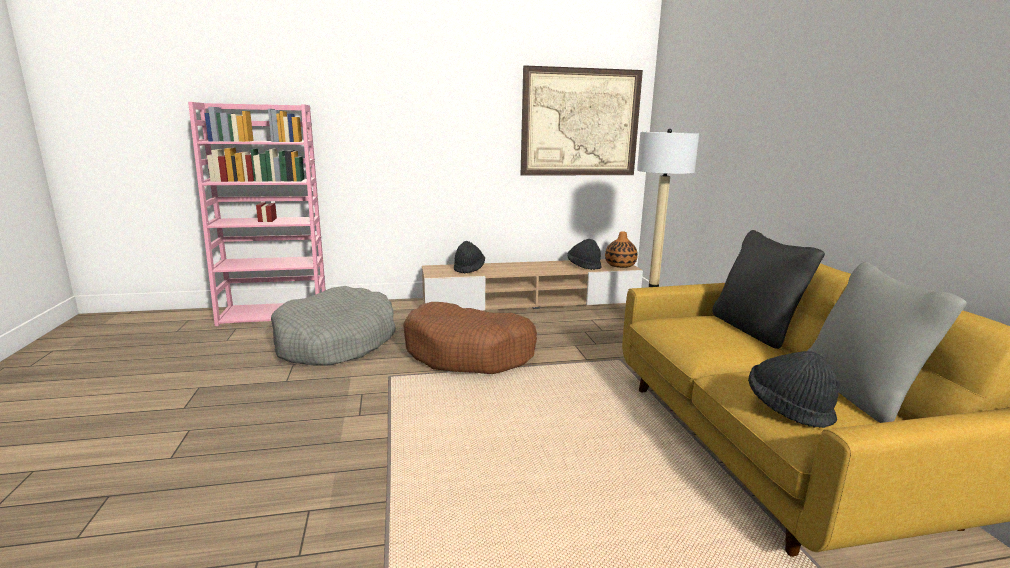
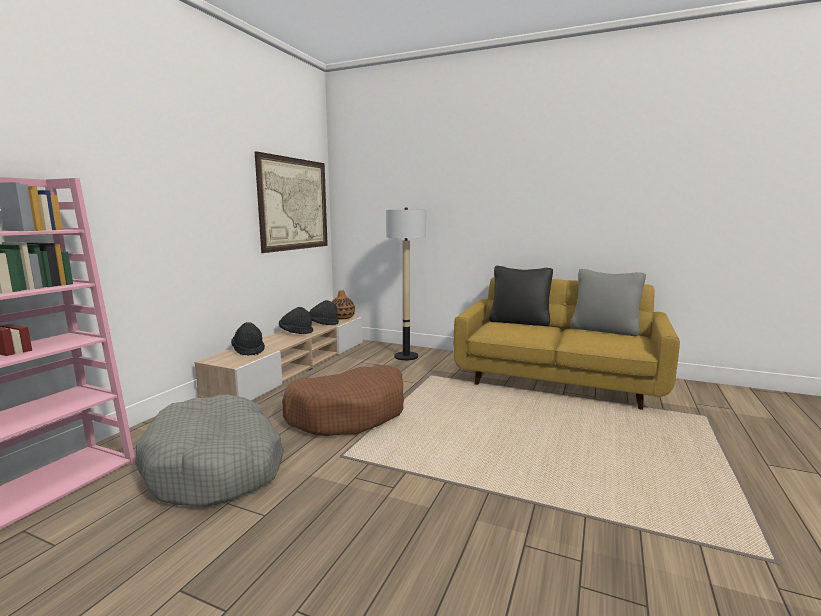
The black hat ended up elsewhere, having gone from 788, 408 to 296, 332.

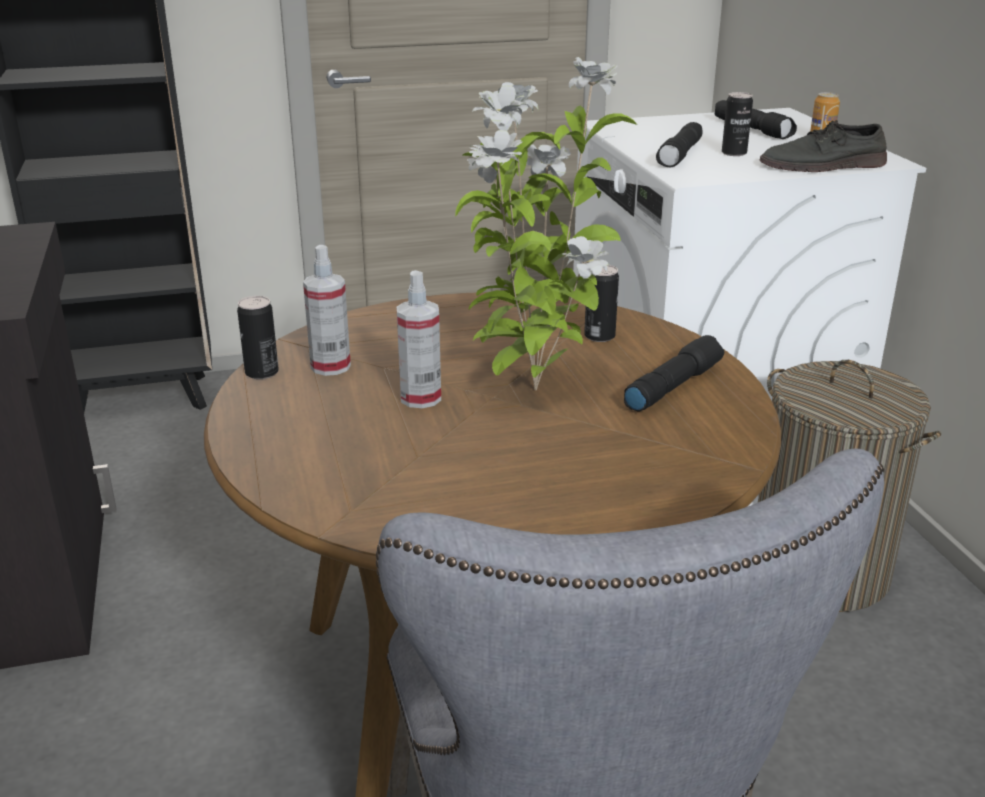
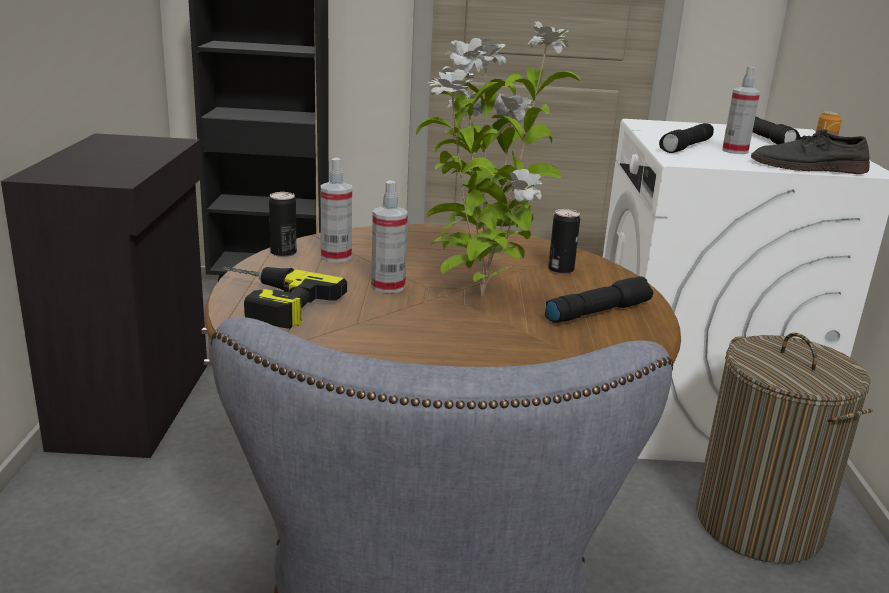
The second view gained the power drill at 265, 302.
Where the can stood at 734, 153, the spray bottle came to stand at 735, 151.

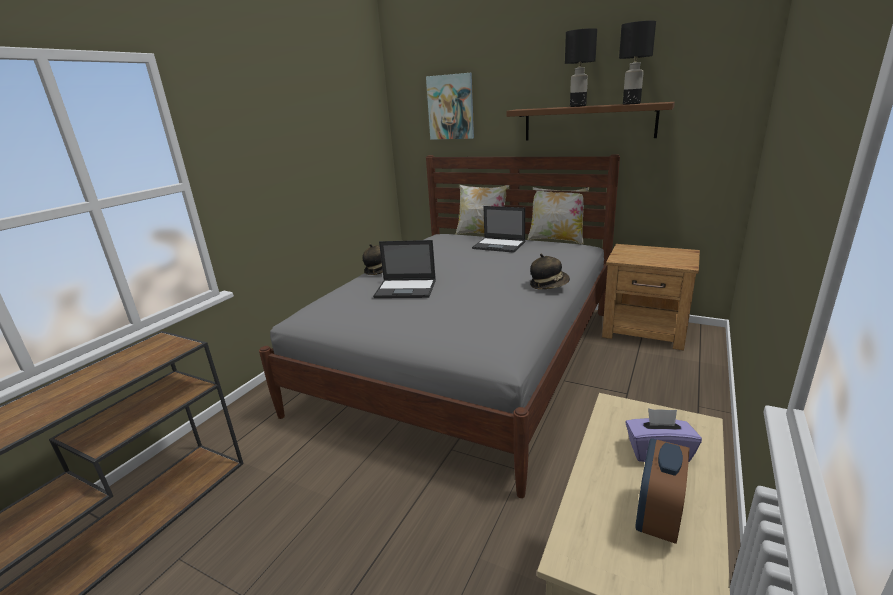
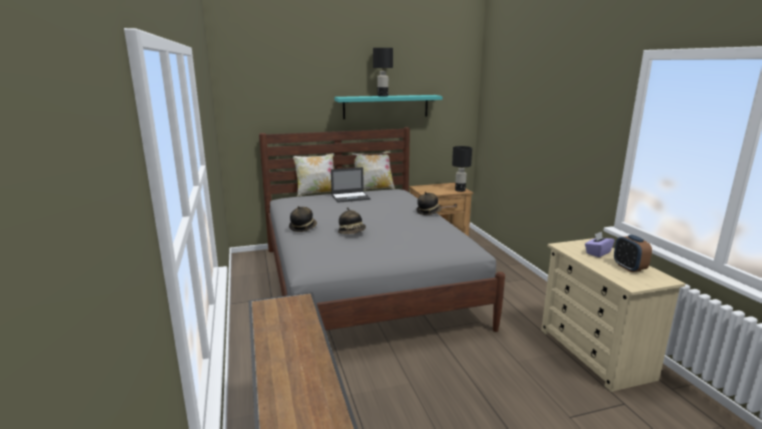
What was the brown shelf at 588, 122 turned into the turquoise shelf at 386, 106.
Where the laptop stood at 406, 289, the hat came to stand at 352, 233.
The black table lamp ended up elsewhere, having gone from 631, 104 to 460, 190.
The second view lost the picture at 451, 107.

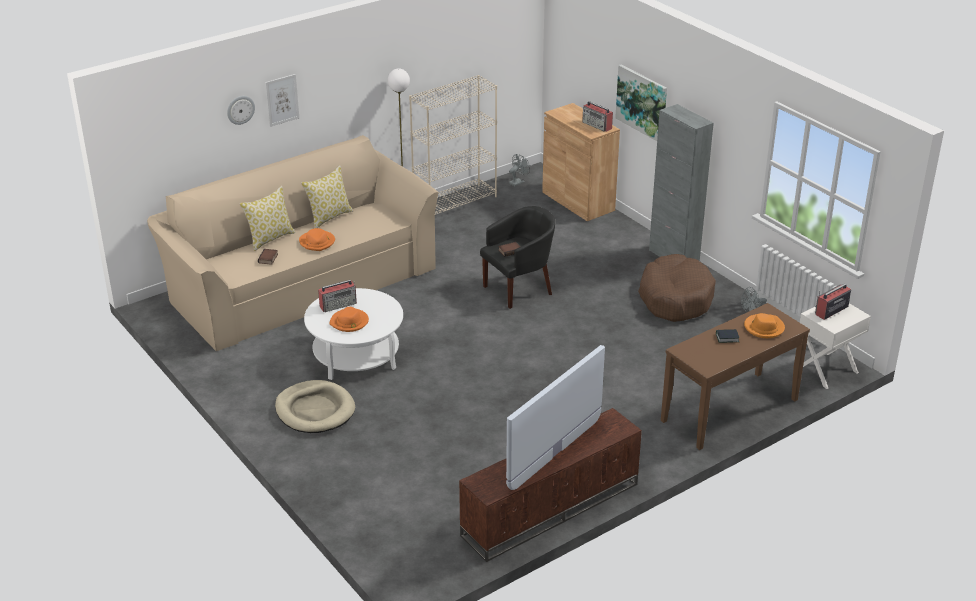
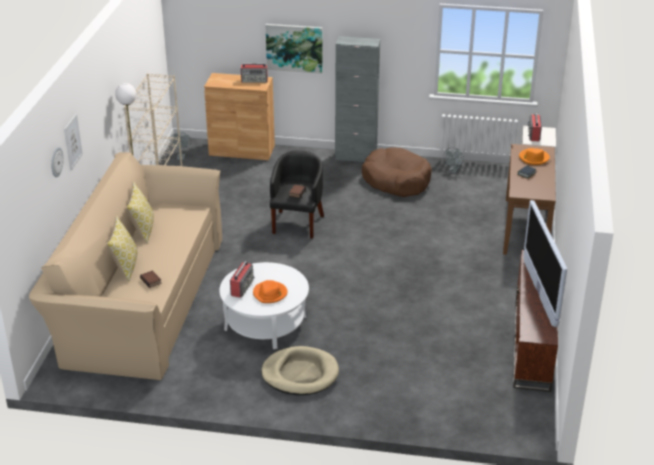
The second view lost the orange hat at 317, 242.

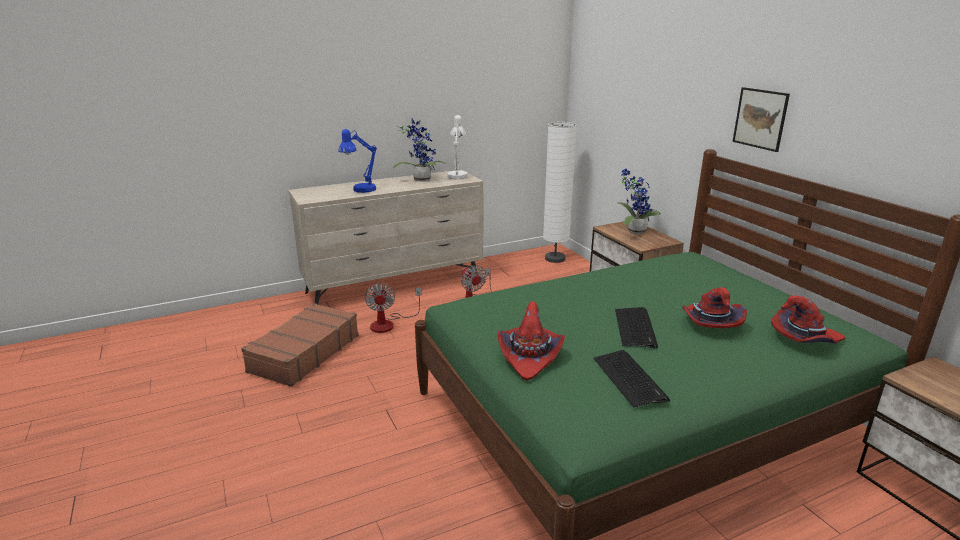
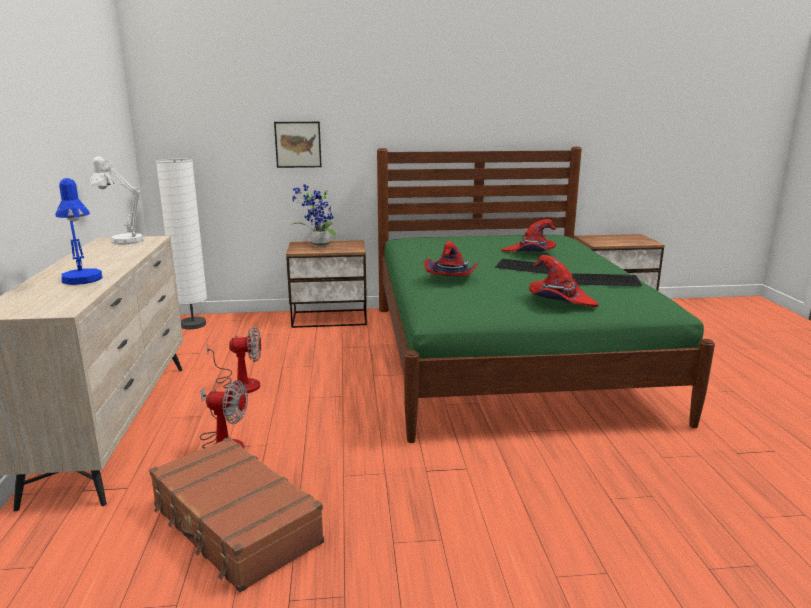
The picture ended up elsewhere, having gone from 760, 118 to 298, 144.
The red hat ended up elsewhere, having gone from 804, 338 to 451, 278.
The second view lost the potted plant at 421, 179.

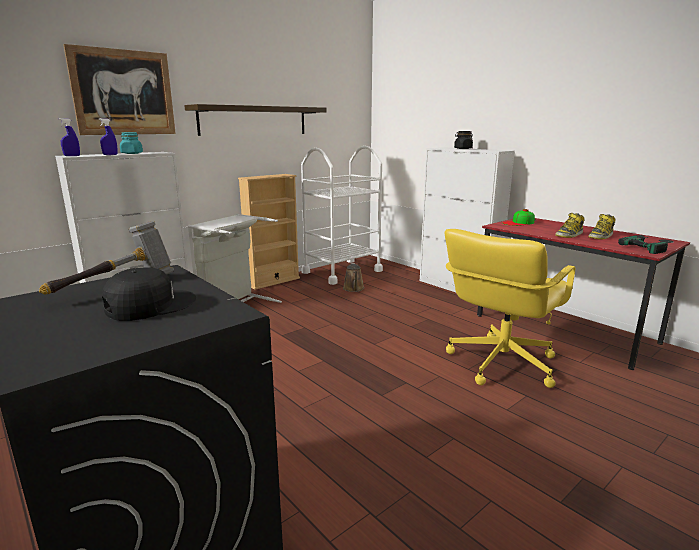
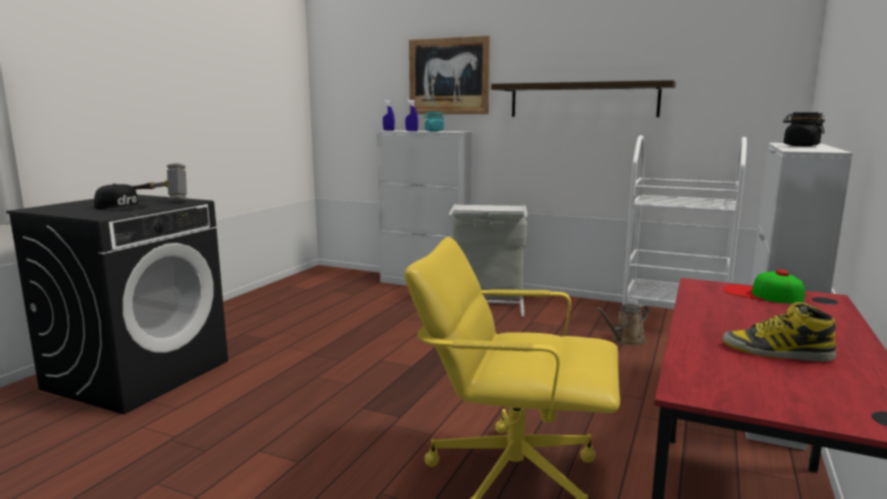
The second view lost the beige bookcase at 273, 281.
The second view lost the boot at 569, 235.
The second view lost the power drill at 648, 247.

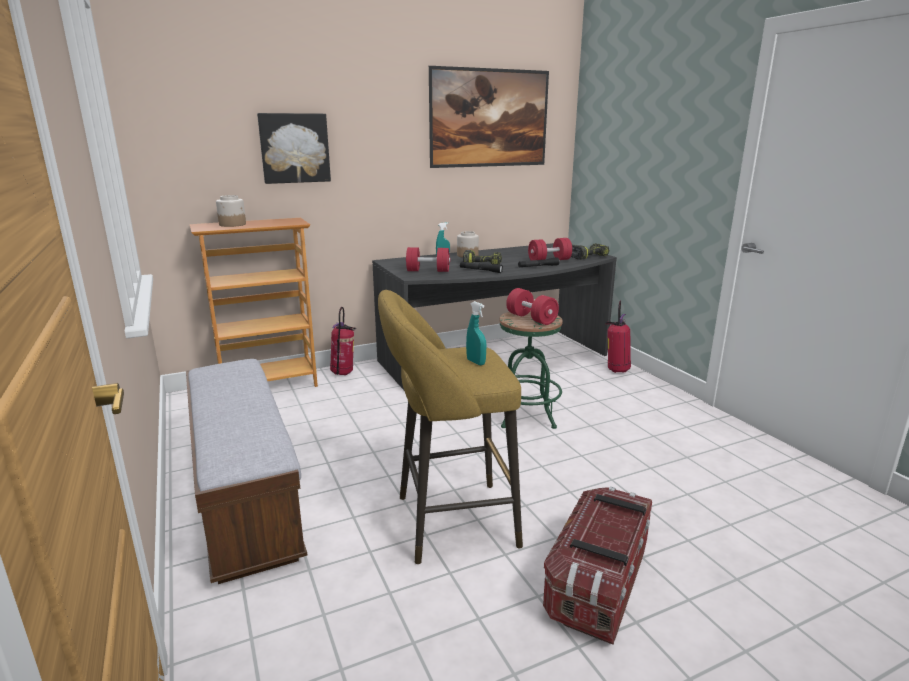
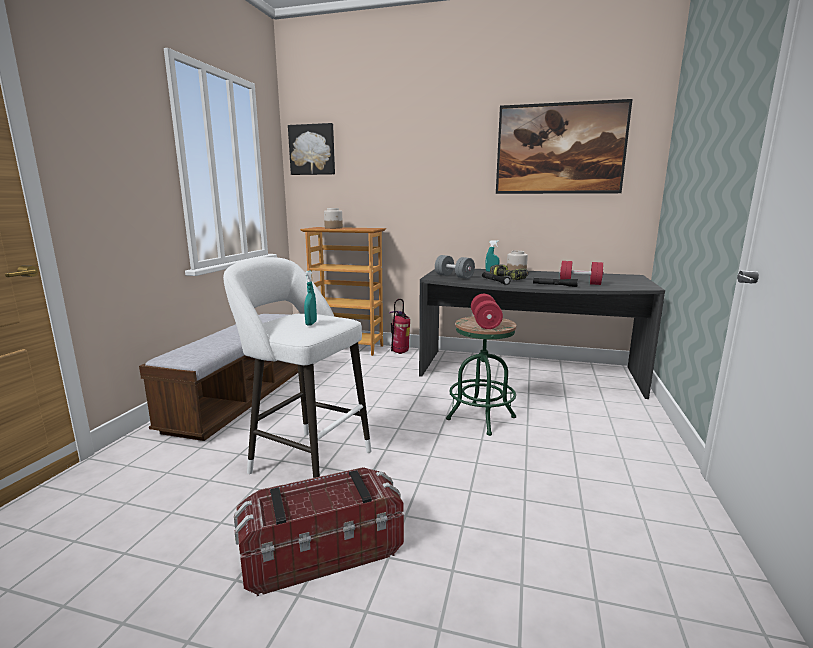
What was the yellow stool at 448, 522 turned into the white stool at 305, 460.
The picture ended up elsewhere, having gone from 294, 148 to 312, 150.
What was the red dumbbell at 428, 271 turned into the grey dumbbell at 454, 276.
The second view lost the power drill at 588, 256.
The second view lost the fire extinguisher at 616, 370.

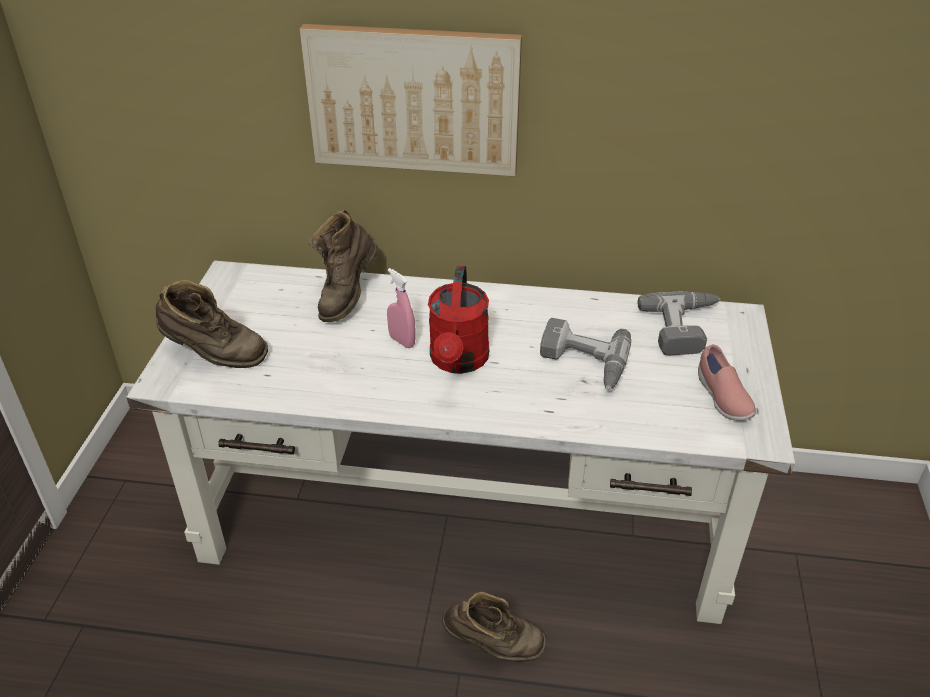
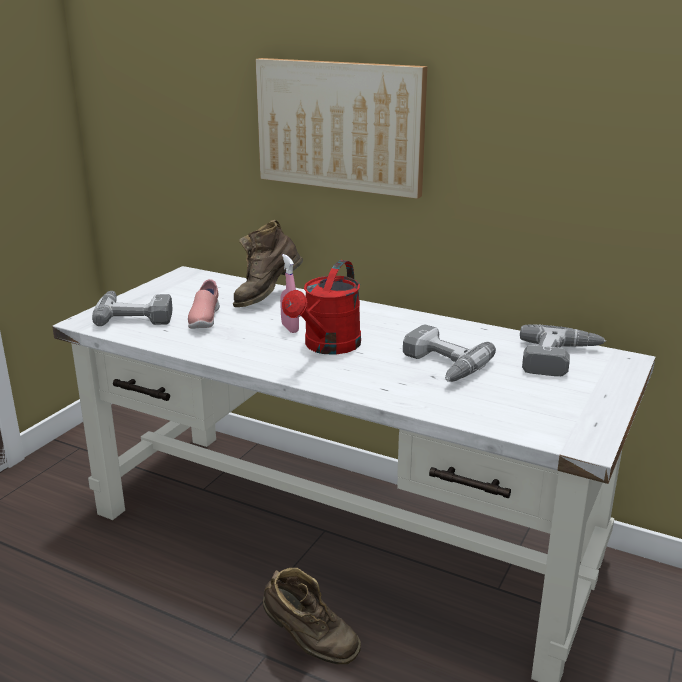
Where the brown boot stood at 214, 356, the power drill came to stand at 135, 314.
The pink shoe ended up elsewhere, having gone from 722, 398 to 204, 320.

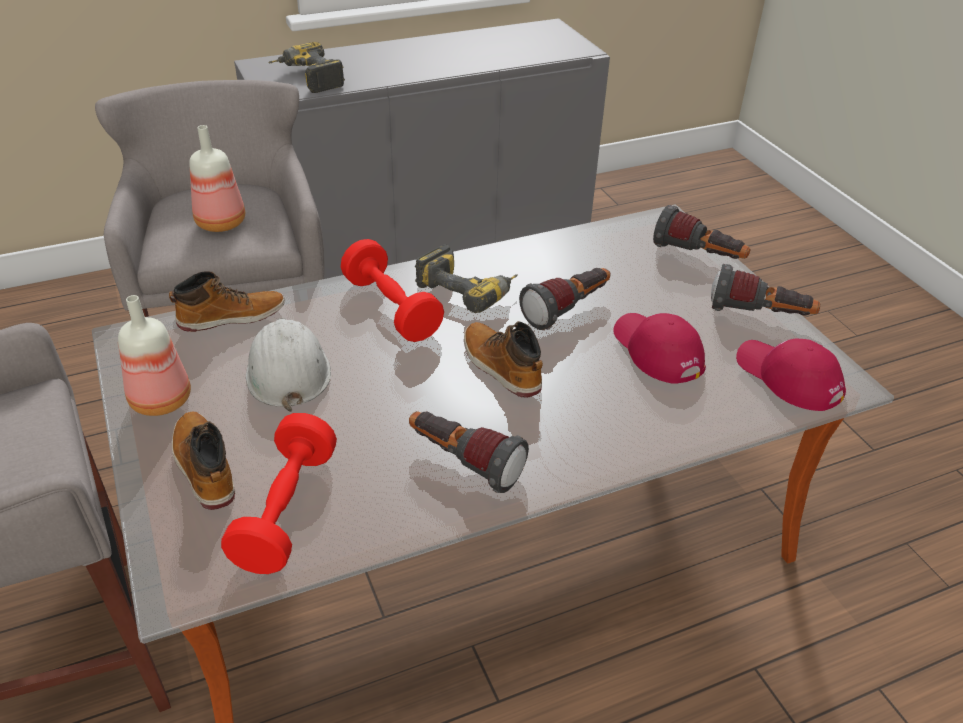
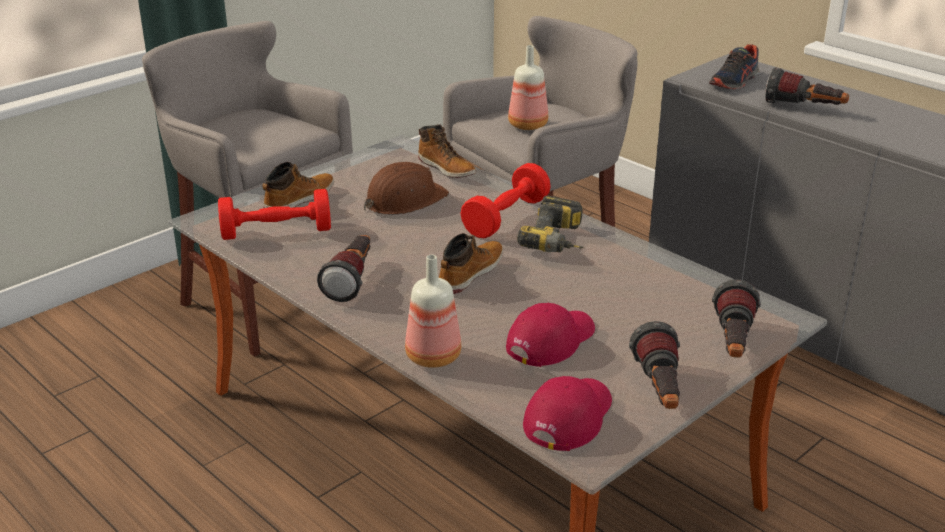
What was the white hard hat at 287, 371 turned into the brown hard hat at 404, 200.
The bottle ended up elsewhere, having gone from 163, 400 to 434, 358.
Where the power drill stood at 306, 79, the shoe came to stand at 734, 81.
The flashlight ended up elsewhere, having gone from 568, 310 to 804, 109.

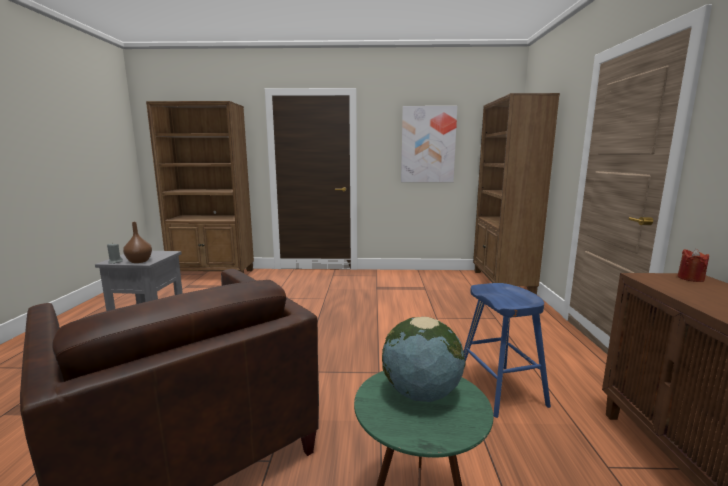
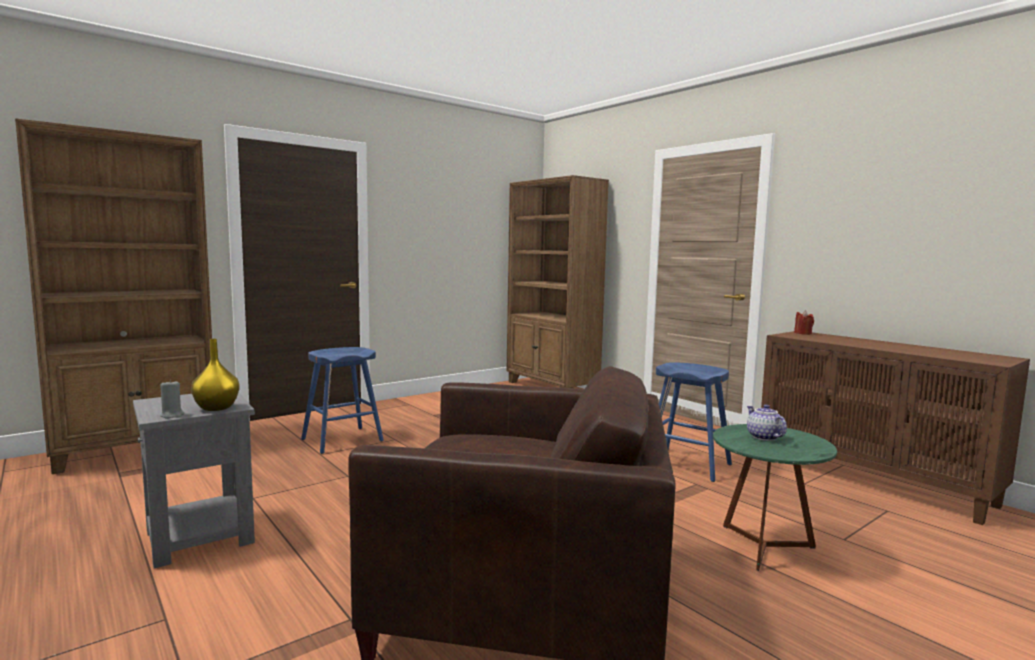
What was the brown vase at 139, 261 turned into the yellow vase at 216, 408.
The second view gained the blue stool at 342, 440.
Where the globe stood at 420, 393, the teapot came to stand at 763, 437.
The second view lost the picture at 428, 144.

